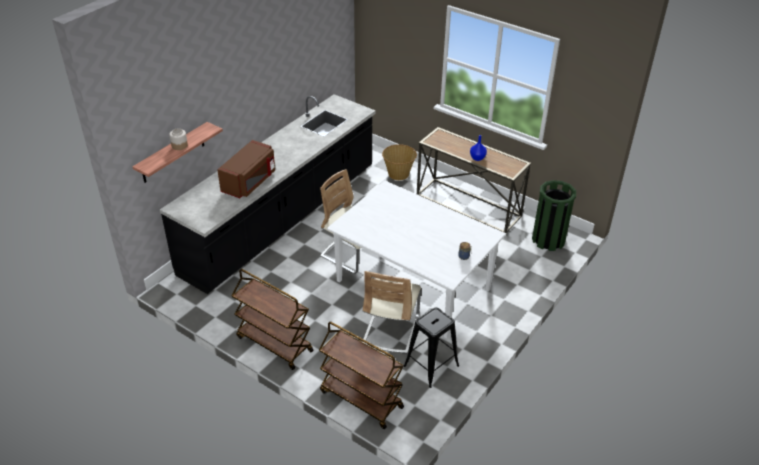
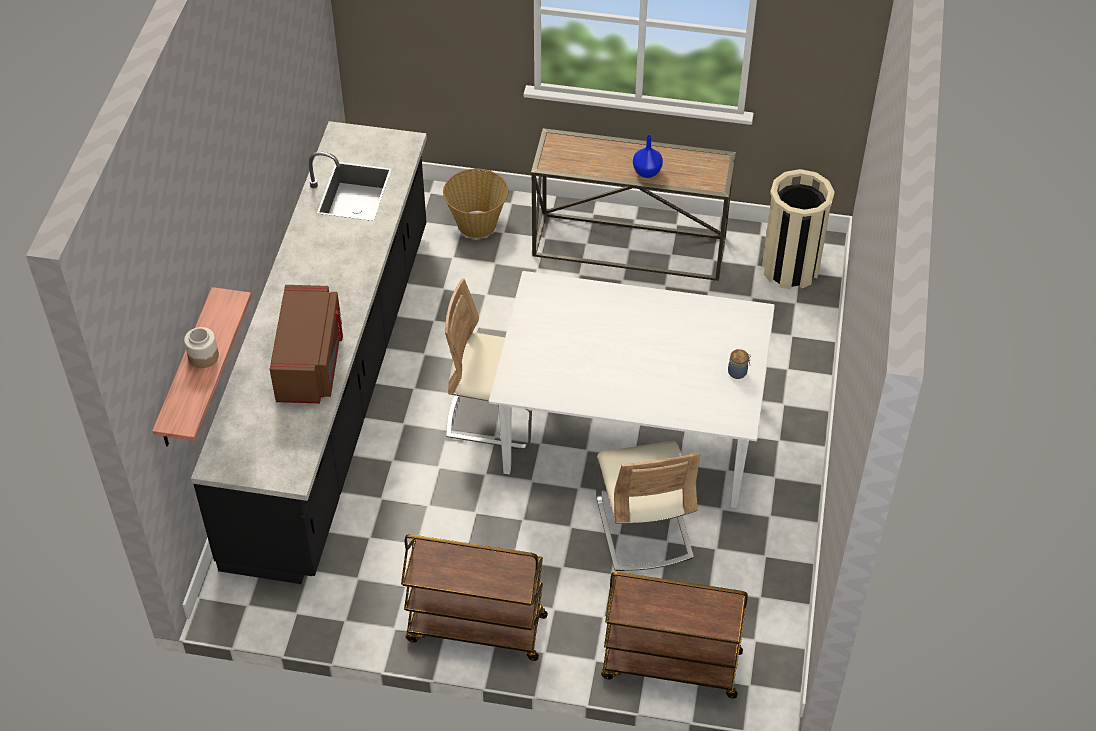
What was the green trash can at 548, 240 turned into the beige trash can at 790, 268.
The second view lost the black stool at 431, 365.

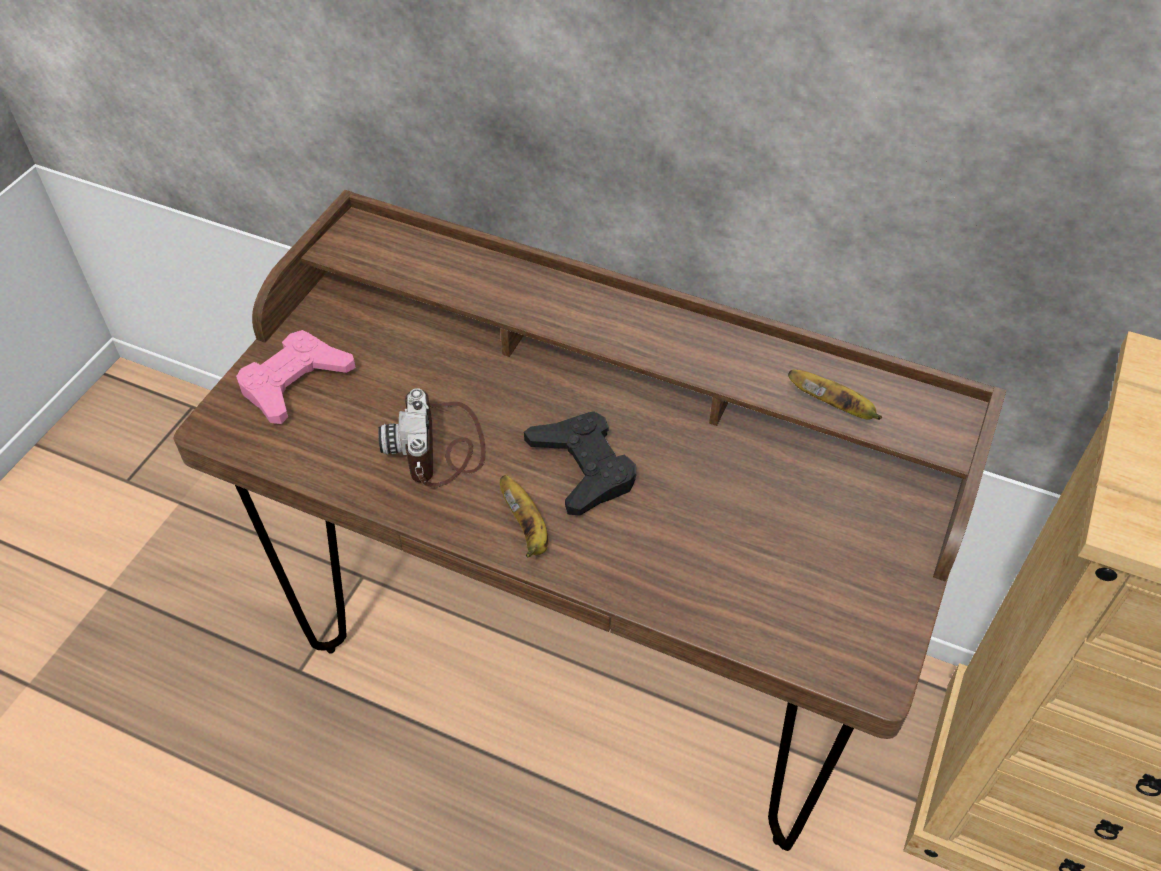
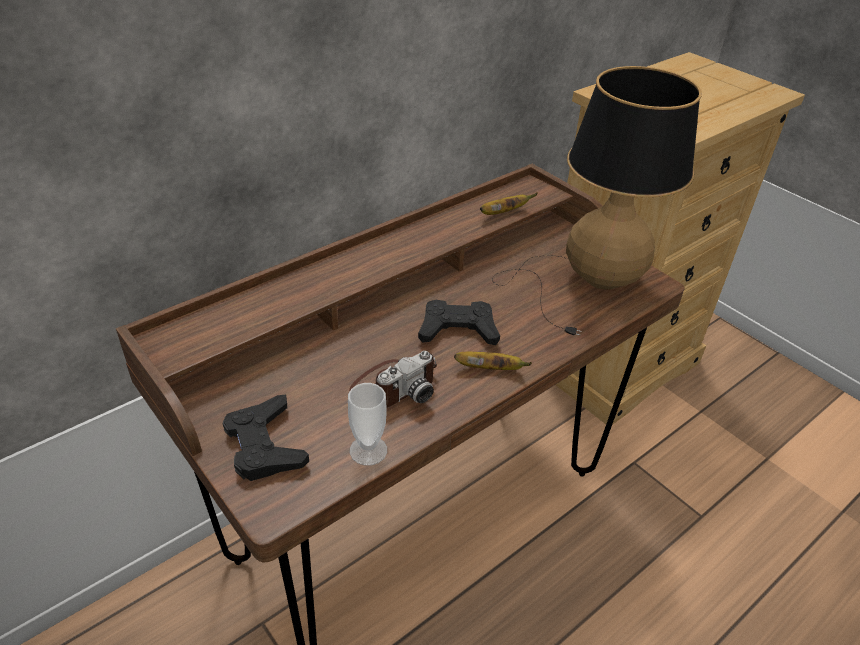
What was the pink game controller at 295, 382 turned into the black game controller at 264, 445.
The second view gained the cup at 368, 450.
The photo camera at 440, 447 ended up facing another way, 60 degrees counterclockwise from before.
The second view gained the table lamp at 588, 281.

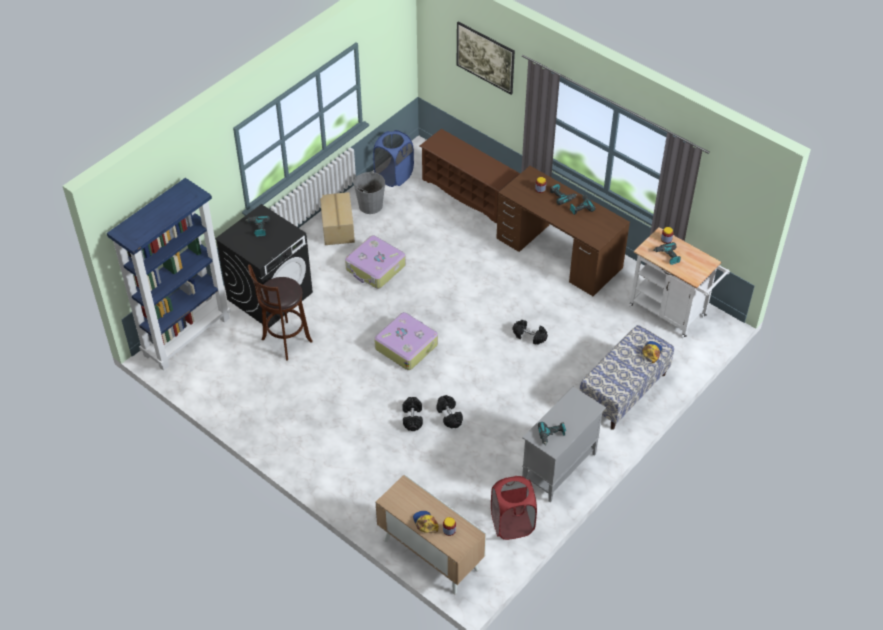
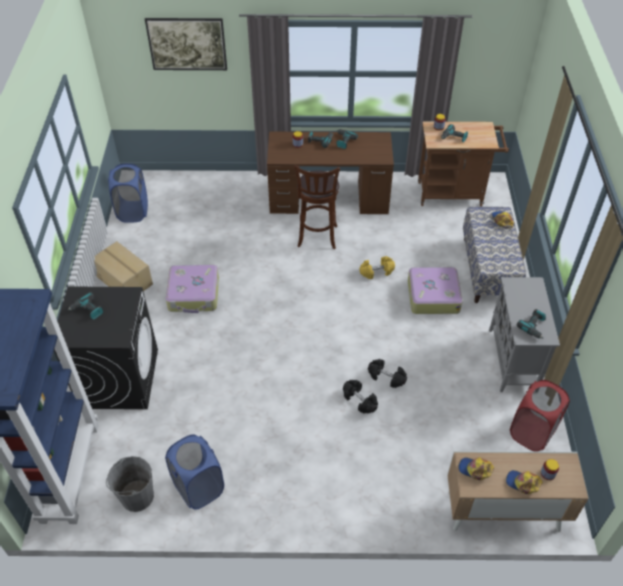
The grey bucket ended up elsewhere, having gone from 370, 205 to 136, 496.
The second view gained the blue laundry basket at 198, 487.
The brown stool ended up elsewhere, having gone from 284, 342 to 317, 238.
What was the black dumbbell at 529, 336 turned into the yellow dumbbell at 376, 272.
The suitcase ended up elsewhere, having gone from 406, 346 to 432, 295.
What was the white cart at 671, 313 turned into the brown cart at 454, 193.
The second view gained the cap at 475, 469.
The second view lost the brown shoe rack at 468, 193.

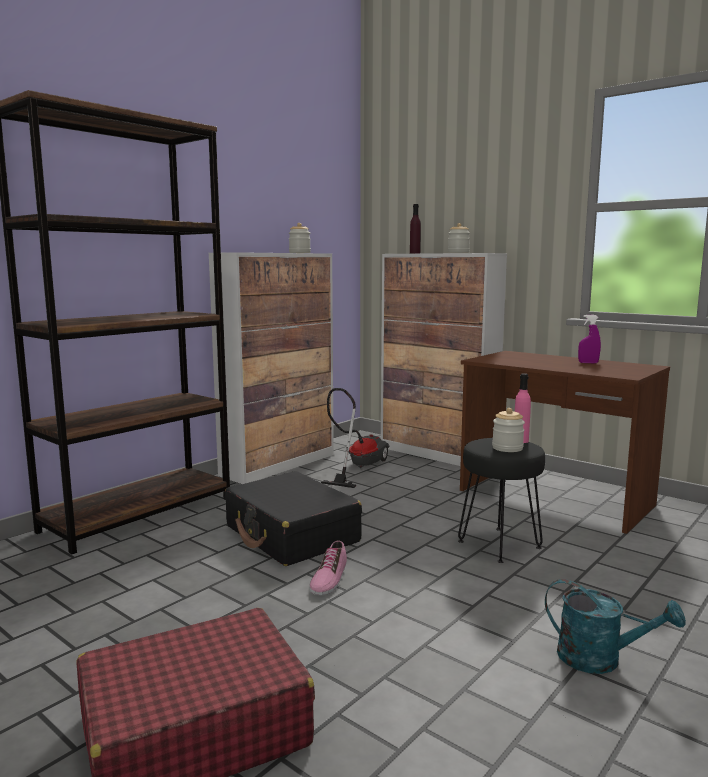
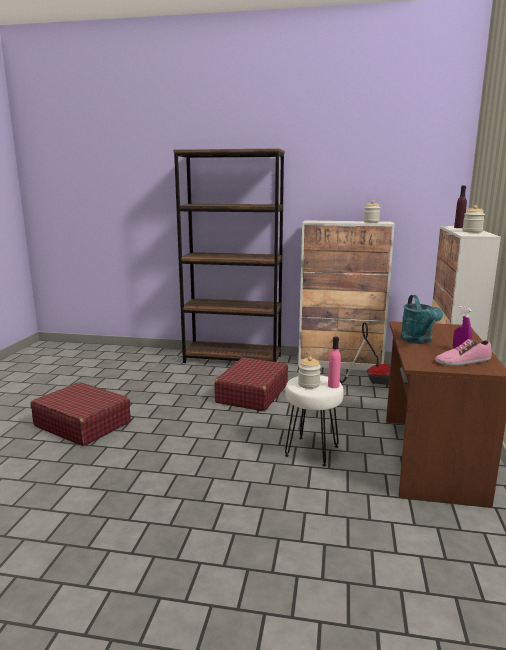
What was the black suitcase at 292, 534 turned into the red suitcase at 252, 394.
What was the black stool at 498, 544 turned into the white stool at 311, 451.
The turquoise watering can ended up elsewhere, having gone from 600, 659 to 418, 341.
The shoe ended up elsewhere, having gone from 328, 578 to 462, 361.

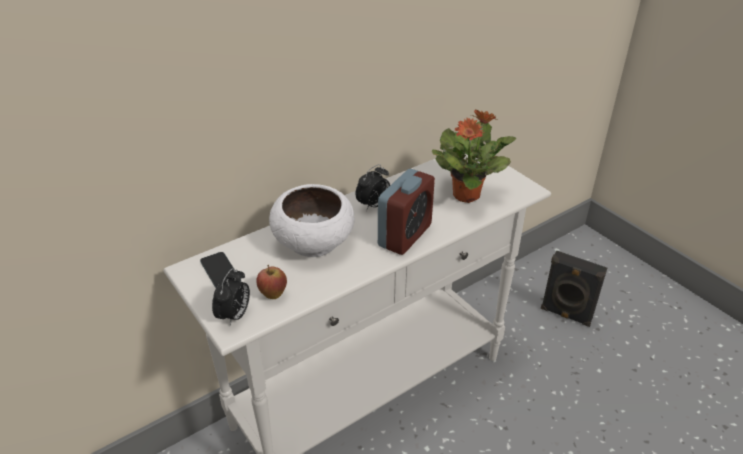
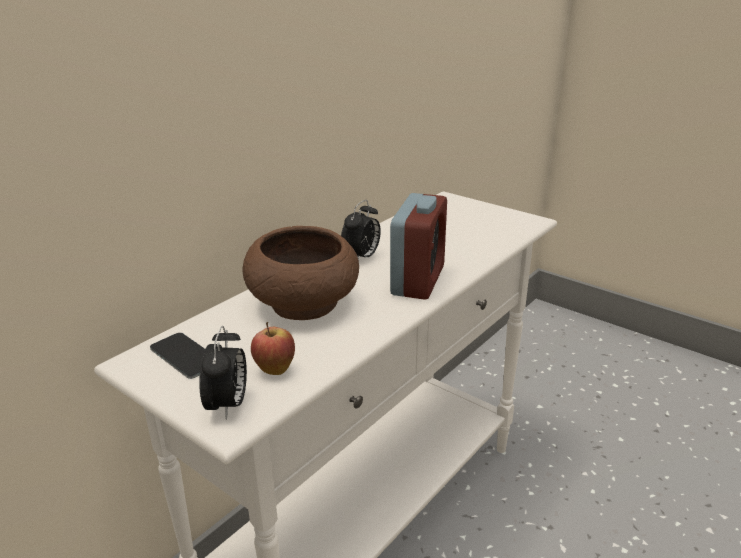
What was the white bowl at 314, 241 turned into the brown bowl at 305, 303.
The second view lost the potted plant at 467, 194.
The second view lost the black speaker at 565, 315.

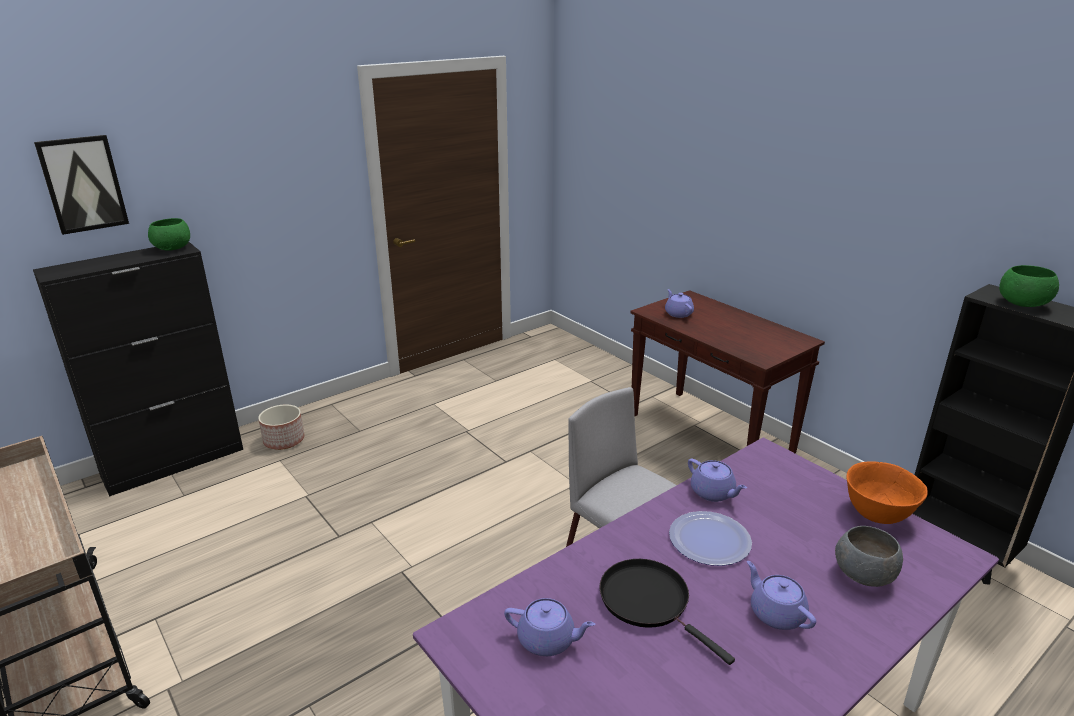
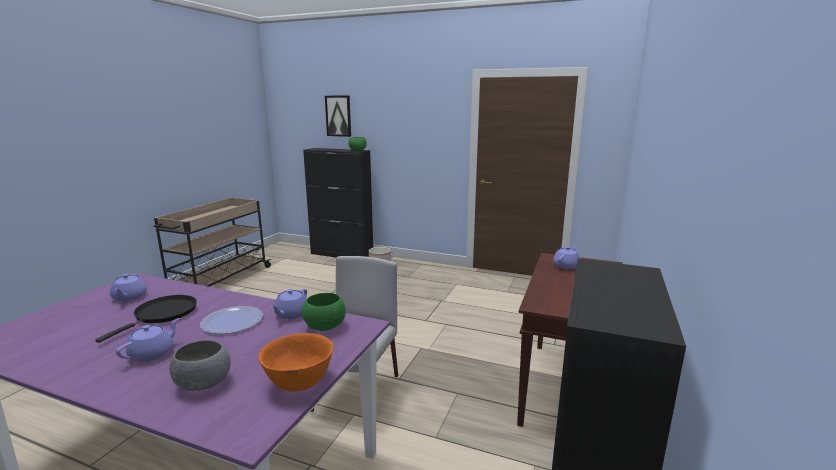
The green bowl ended up elsewhere, having gone from 1022, 303 to 325, 326.

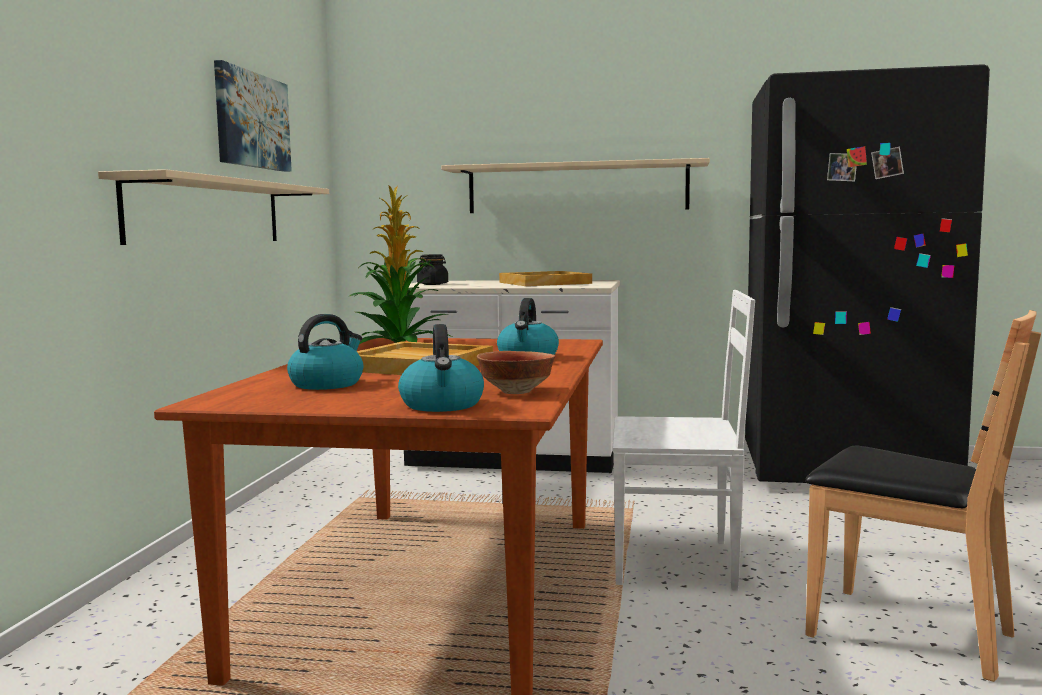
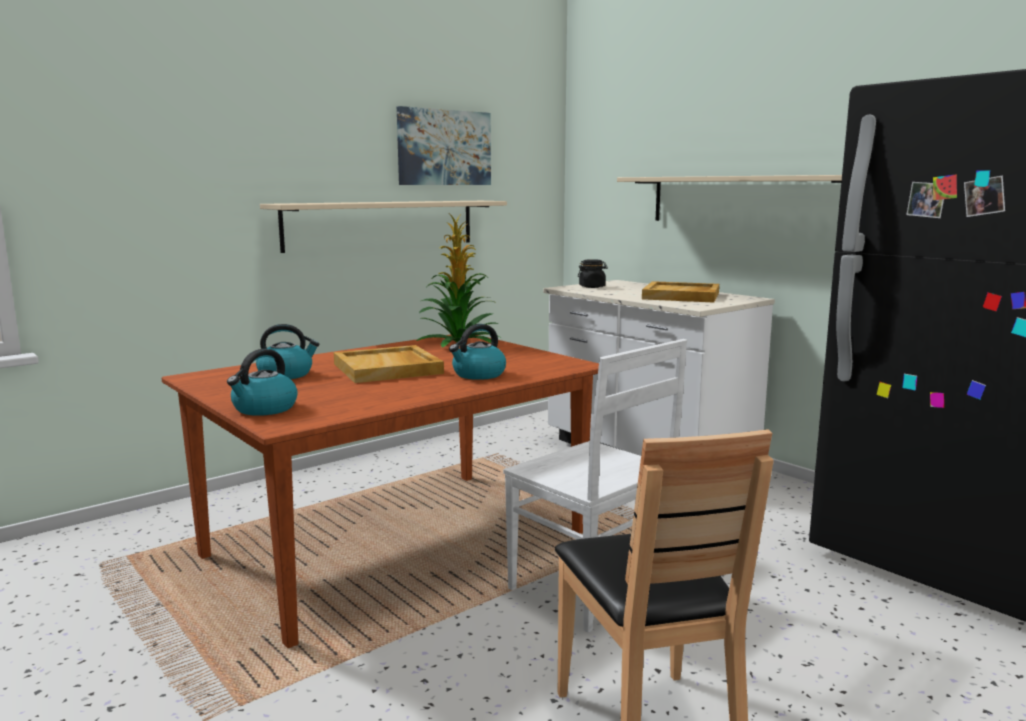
The second view lost the bowl at 515, 391.

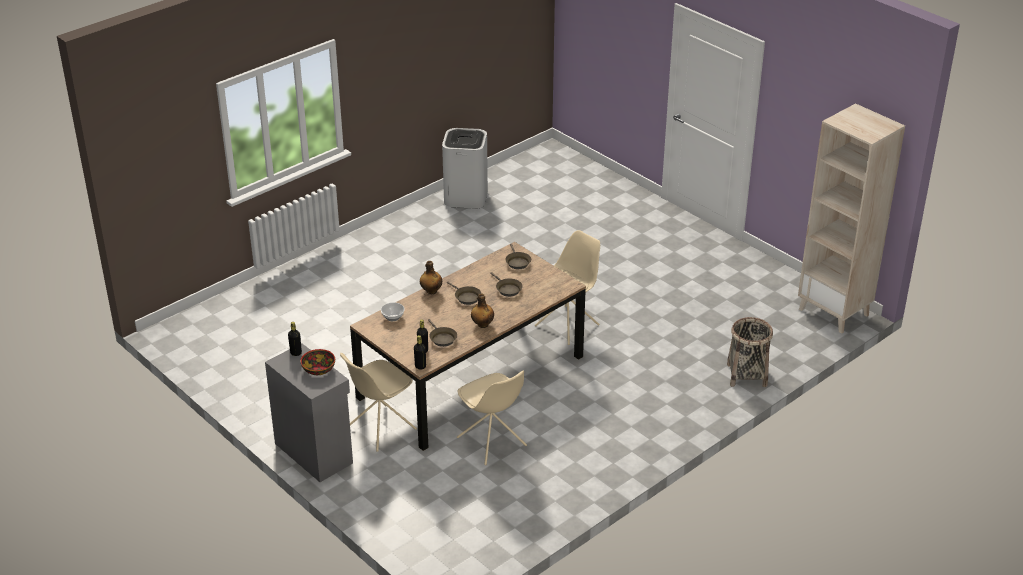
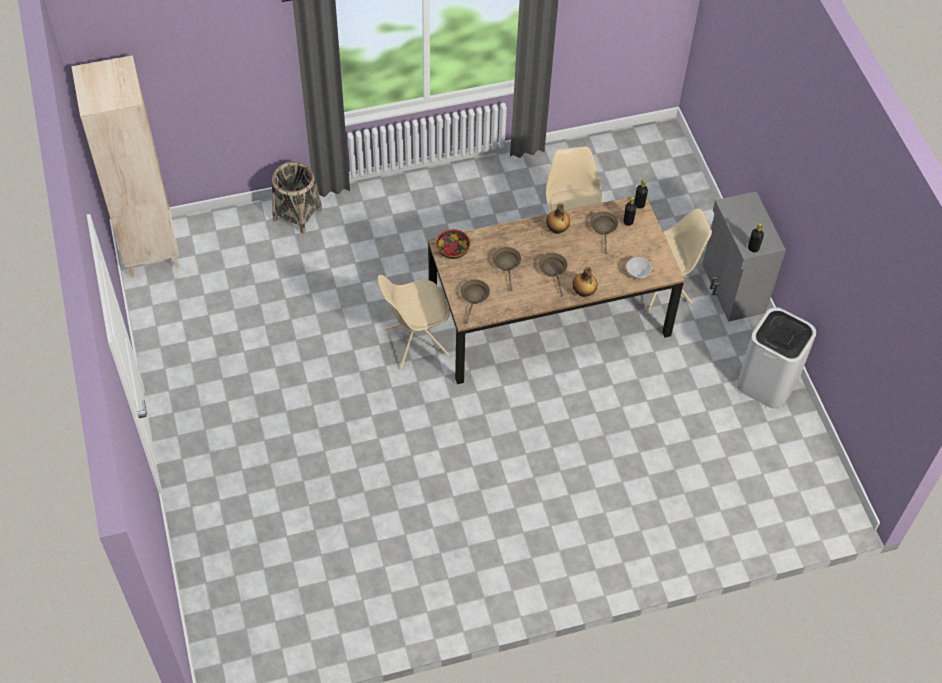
The bowl ended up elsewhere, having gone from 319, 370 to 452, 250.
The white trash can ended up elsewhere, having gone from 466, 197 to 766, 382.

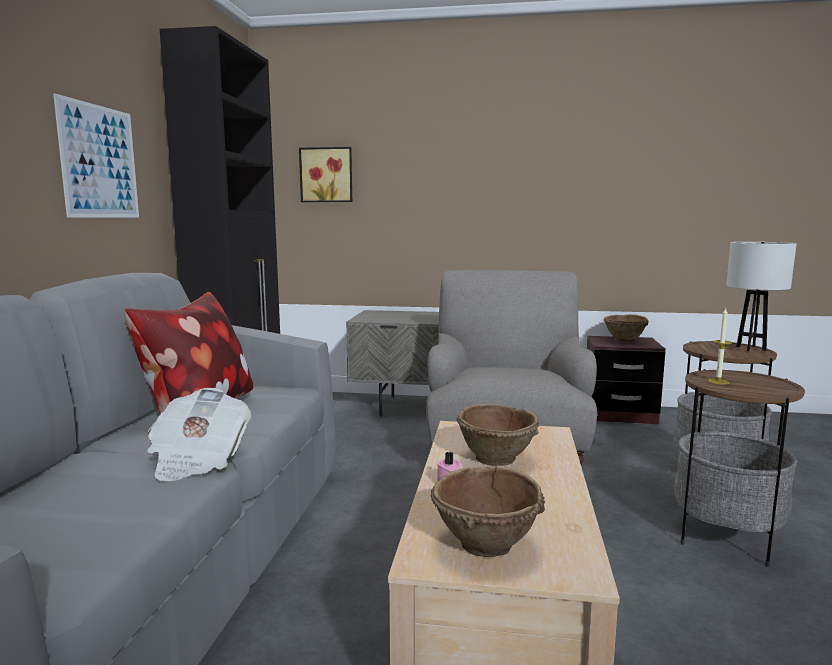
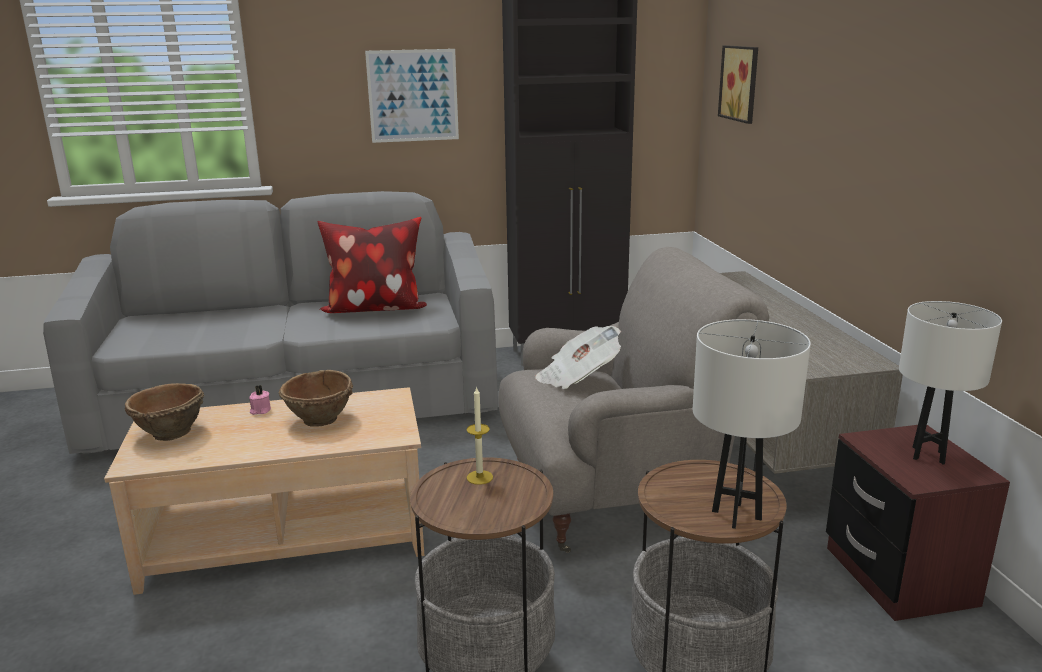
The newspaper ended up elsewhere, having gone from 198, 459 to 578, 377.
Where the brown bowl stood at 624, 340, the white table lamp came to stand at 928, 455.

